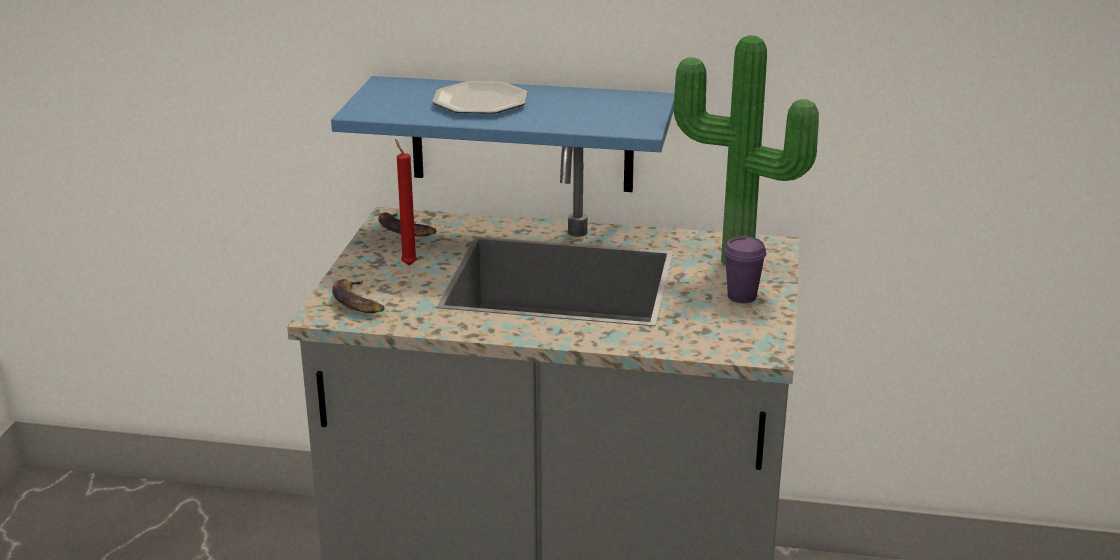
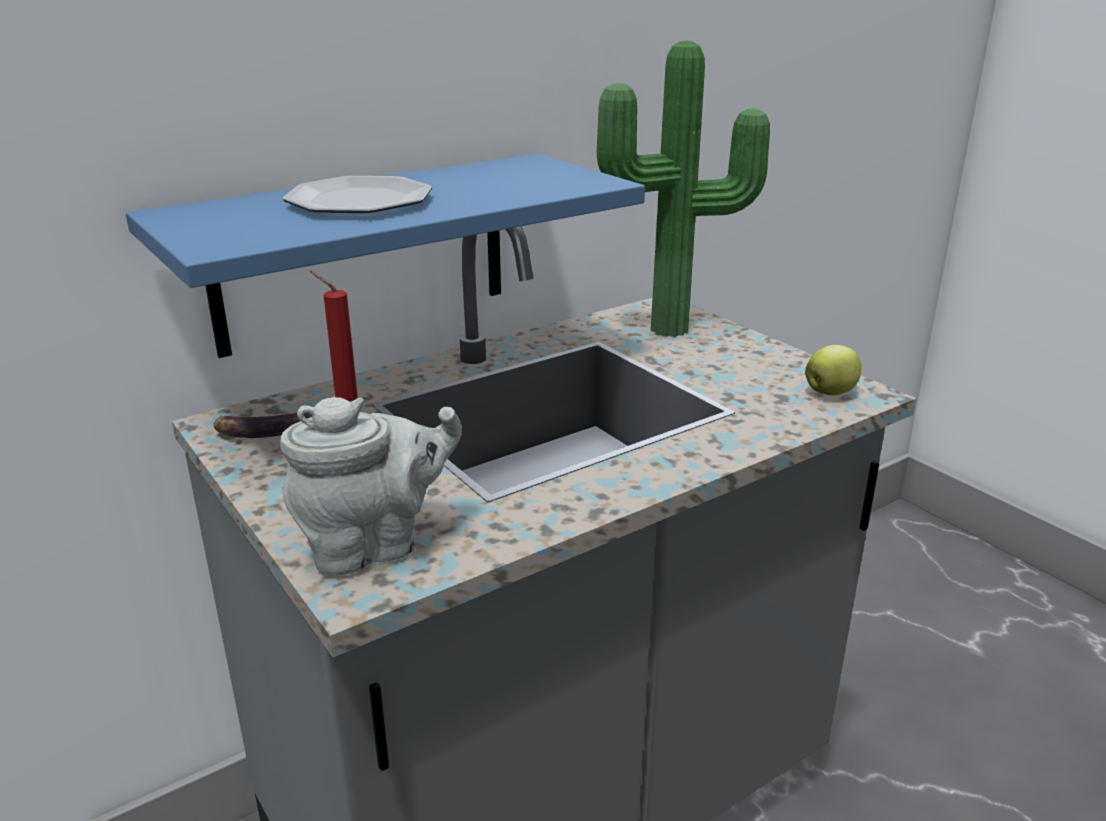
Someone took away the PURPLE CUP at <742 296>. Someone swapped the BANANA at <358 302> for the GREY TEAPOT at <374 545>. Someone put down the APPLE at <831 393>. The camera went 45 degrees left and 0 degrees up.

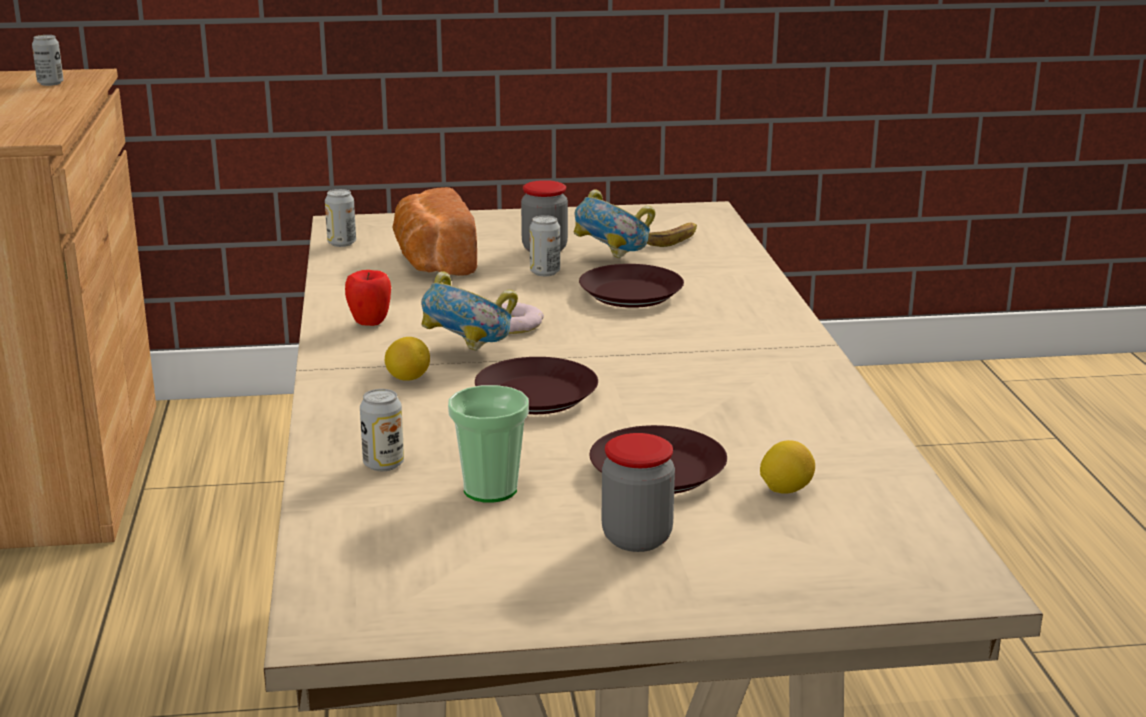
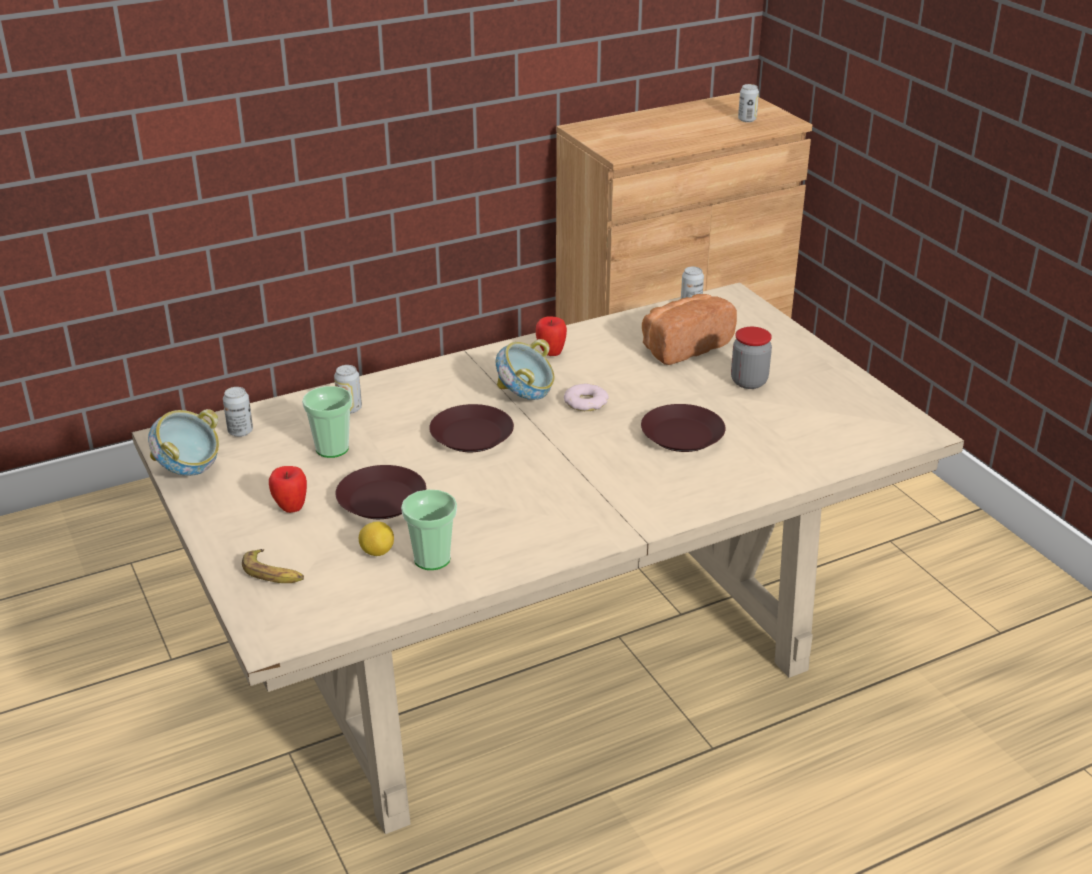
Someone carried the BOWL from <612 260> to <189 471>. Someone carried the CAN from <545 272> to <240 431>. Someone carried the BANANA from <671 239> to <273 573>. Someone took away the LEMON at <408 378>. Someone swapped the JAR at <637 538> for the APPLE at <291 508>. Someone put down the CUP at <432 559>. The camera went 70 degrees right and 10 degrees up.

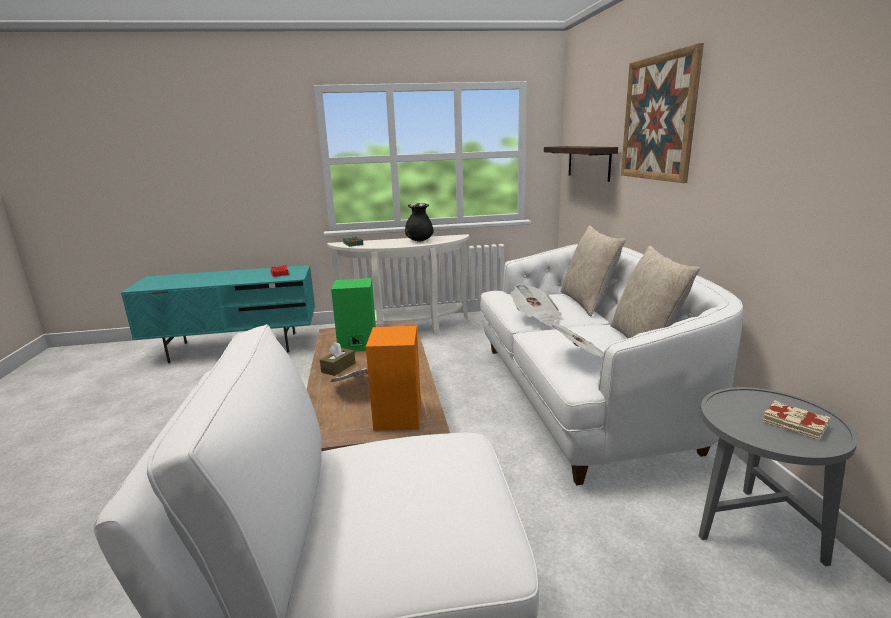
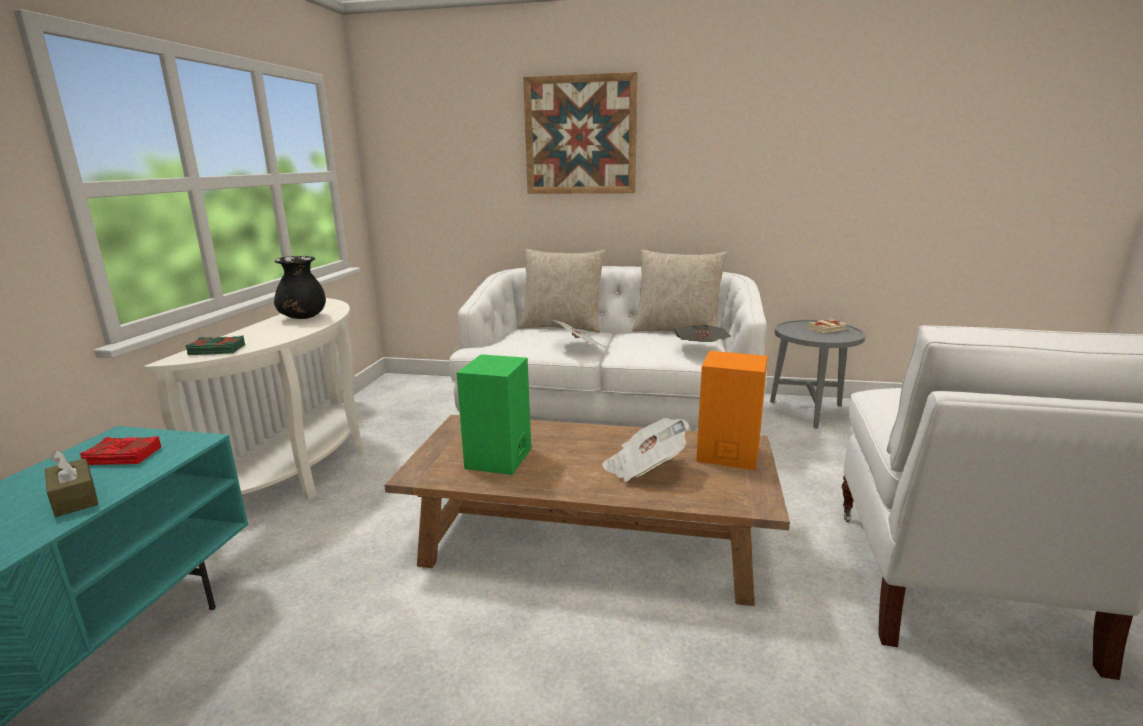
Someone took away the SHELF at <588 162>. Someone carried the BROWN TISSUE BOX from <338 368> to <75 498>. The camera went 70 degrees left and 0 degrees up.

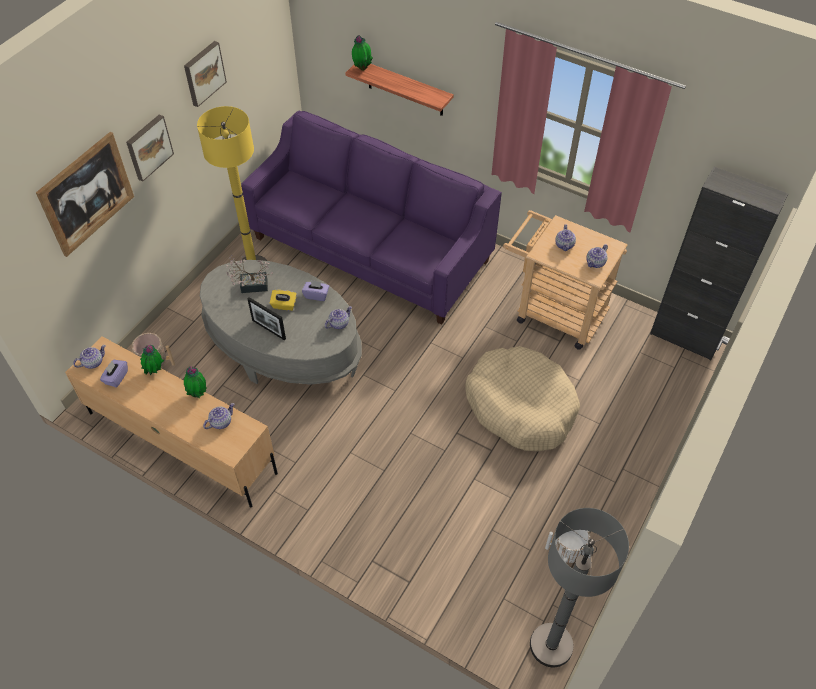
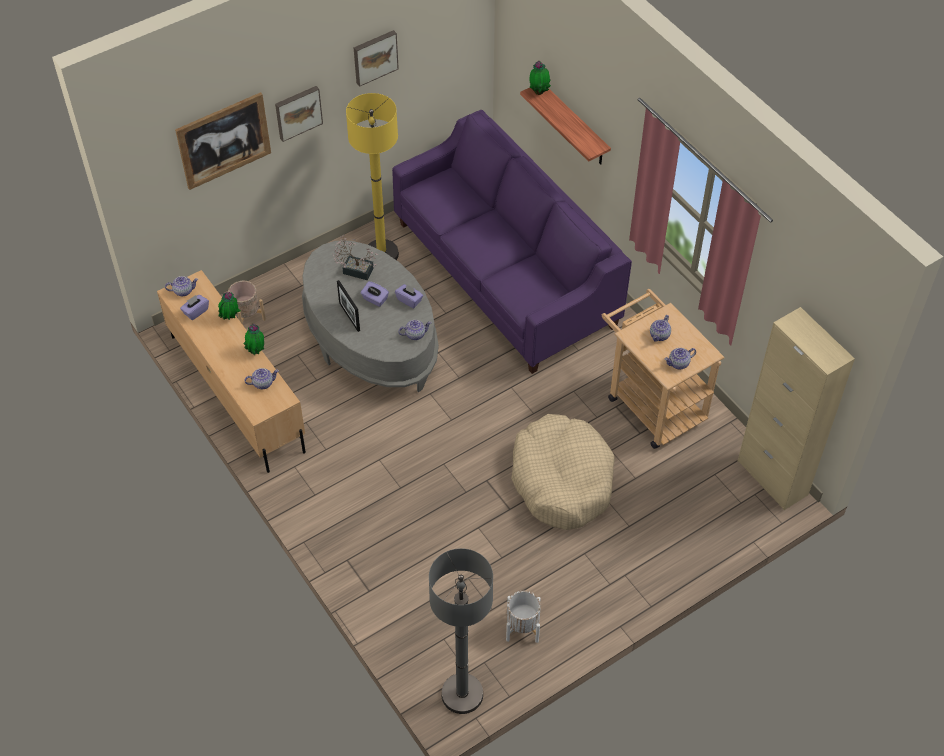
Someone repainted the BLACK CABINET at <685 337>, which became the BEIGE CABINET at <772 478>. Someone repainted the YELLOW TISSUE BOX at <284 305>, which became the PURPLE TISSUE BOX at <375 299>. The camera went 25 degrees right and 0 degrees up.

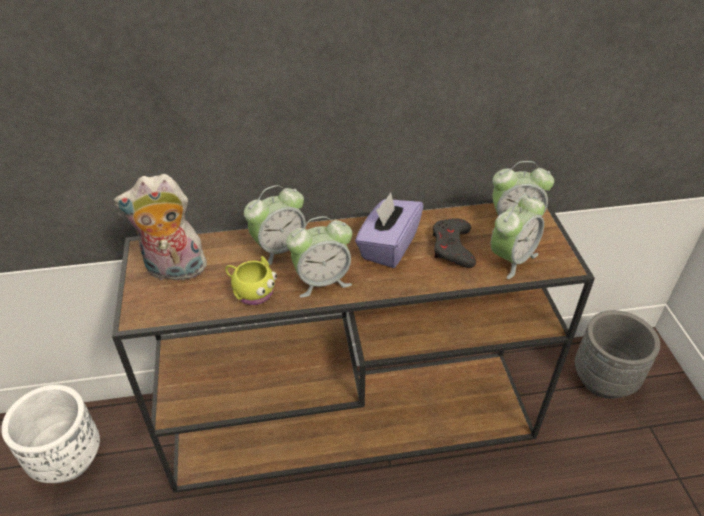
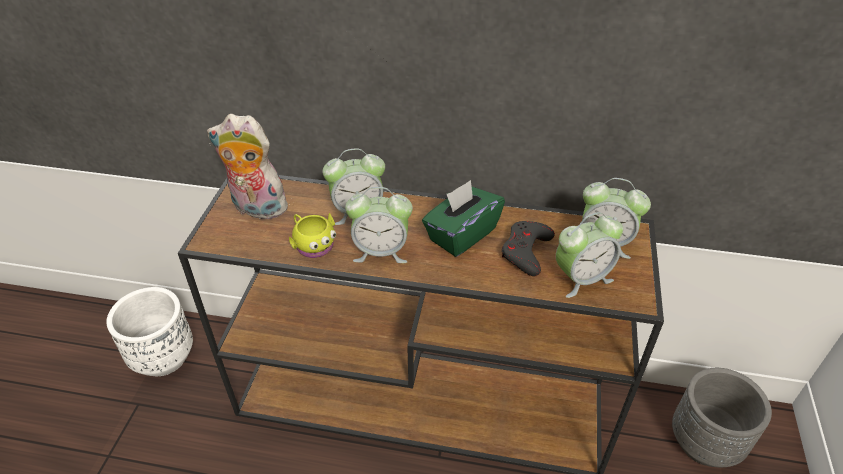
Someone repainted the PURPLE TISSUE BOX at <388 246>, which became the GREEN TISSUE BOX at <461 234>. The camera went 20 degrees right and 0 degrees up.

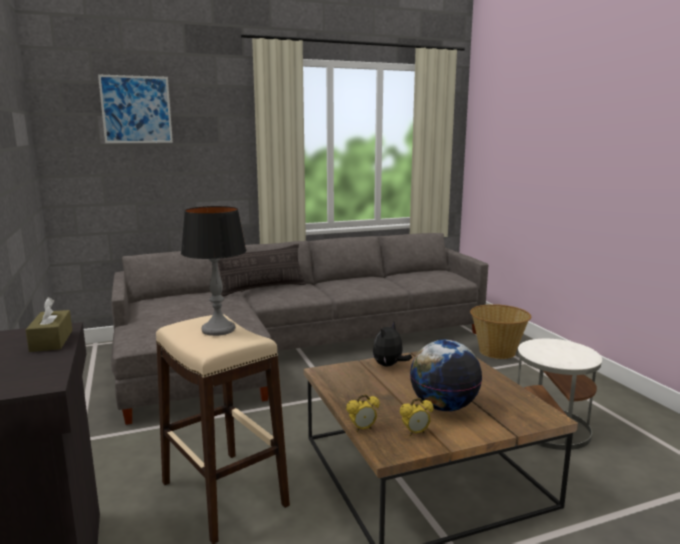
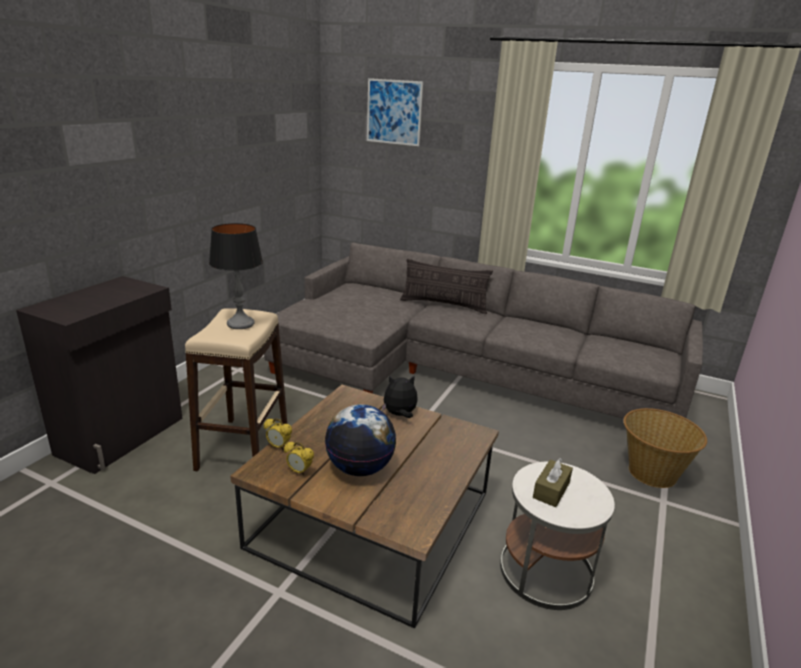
Someone carried the BROWN TISSUE BOX from <51 341> to <551 490>. The camera went 45 degrees right and 10 degrees up.

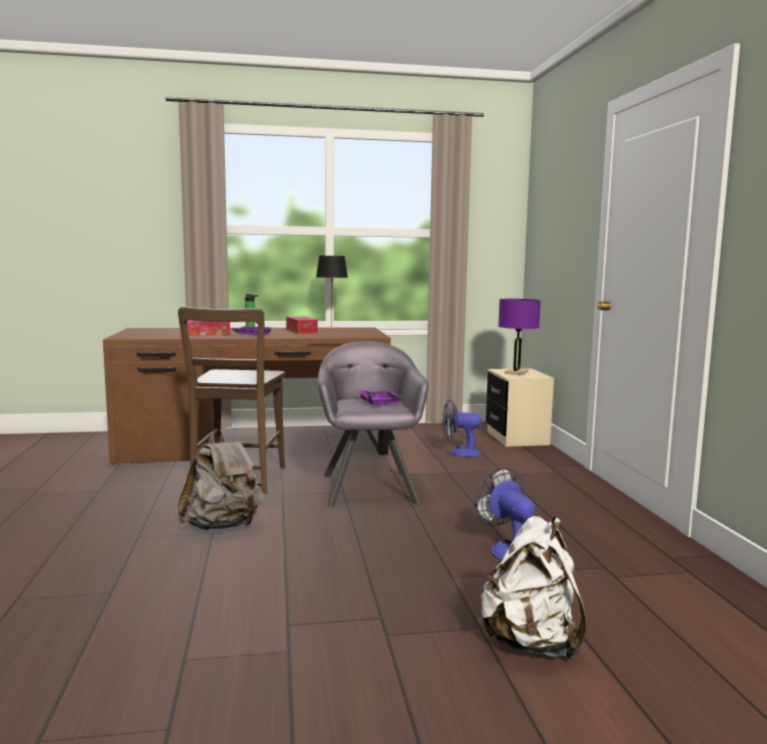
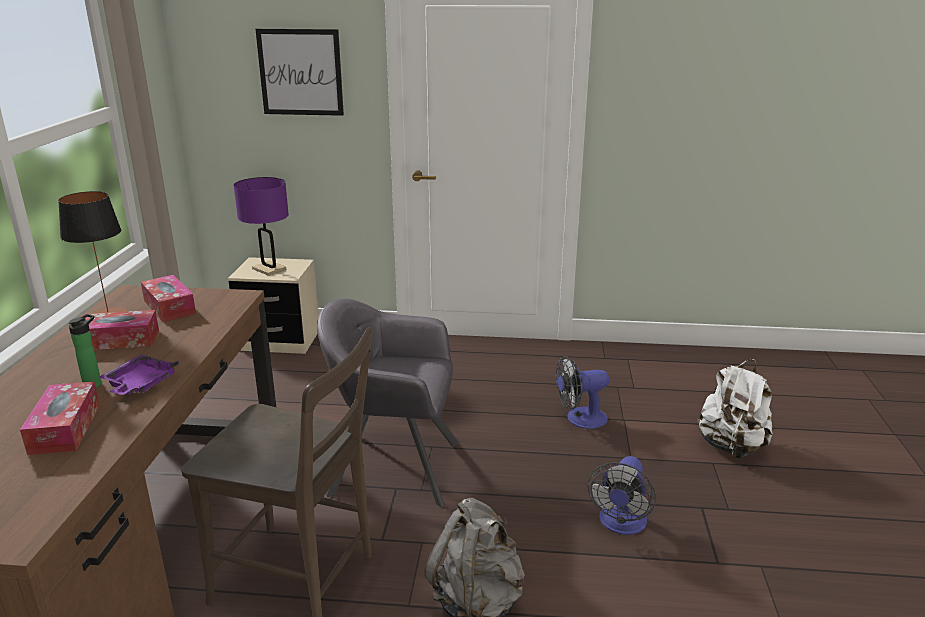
Someone took away the PURPLE TRAY at <378 403>. Someone carried the FAN from <459 452> to <621 524>. Someone put up the PICTURE at <300 72>. Someone put down the TISSUE BOX at <169 307>. The camera went 75 degrees left and 15 degrees up.

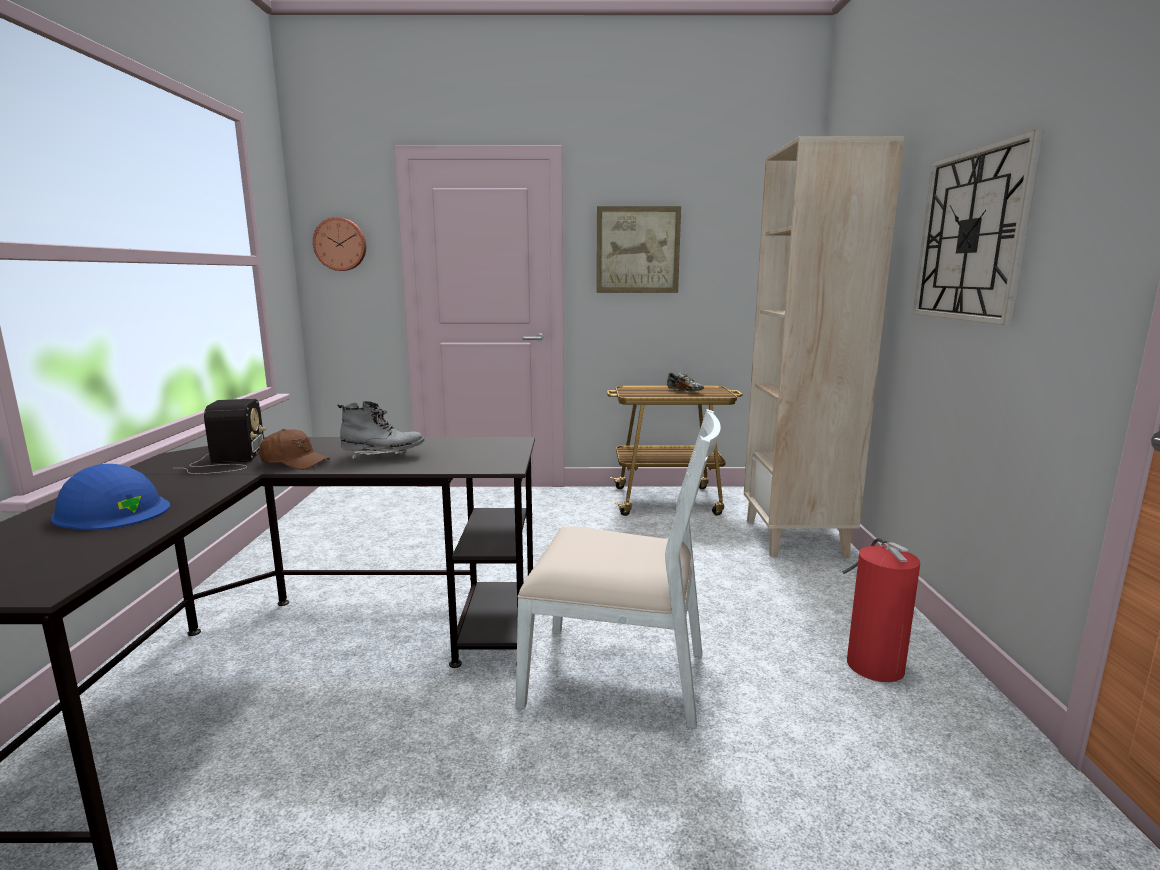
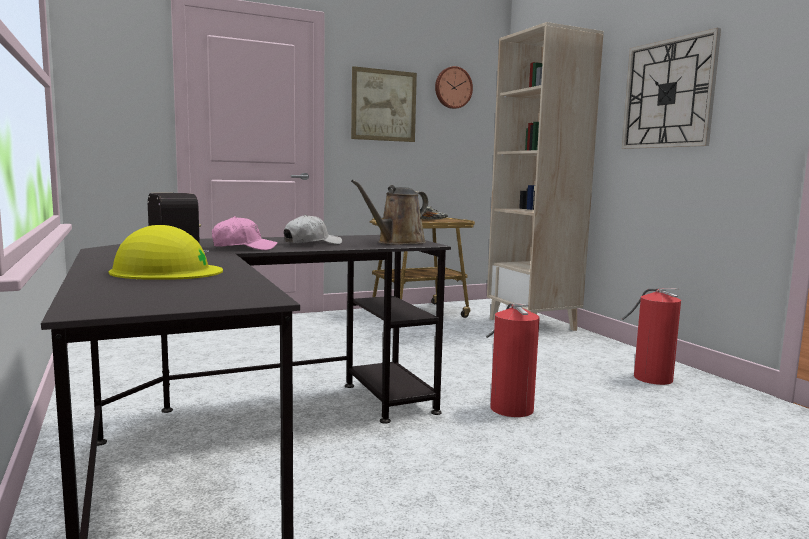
Someone carried the WALL CLOCK from <340 244> to <452 88>. Someone swapped the GREY BOOT at <383 456> for the WHITE CAP at <312 243>. Someone swapped the WHITE CHAIR at <617 676> for the FIRE EXTINGUISHER at <511 407>. Someone repainted the BROWN CAP at <294 462>, which became the PINK CAP at <244 247>. Someone repainted the BLUE HARD HAT at <112 511>, which became the YELLOW HARD HAT at <166 271>. Someone put down the BROWN WATERING CAN at <398 242>. The camera went 25 degrees left and 5 degrees down.

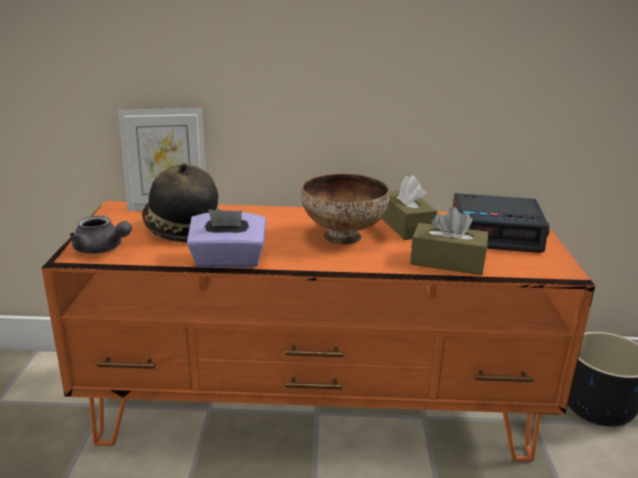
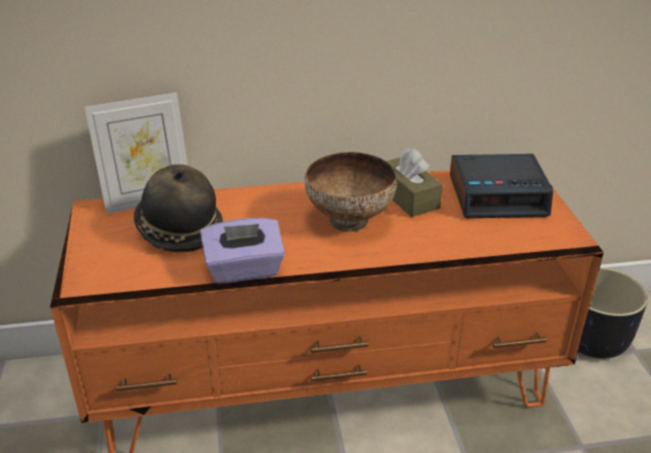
Someone took away the BROWN TISSUE BOX at <447 262>. Someone took away the GREY TEAPOT at <102 249>. The camera went 10 degrees left and 10 degrees up.

